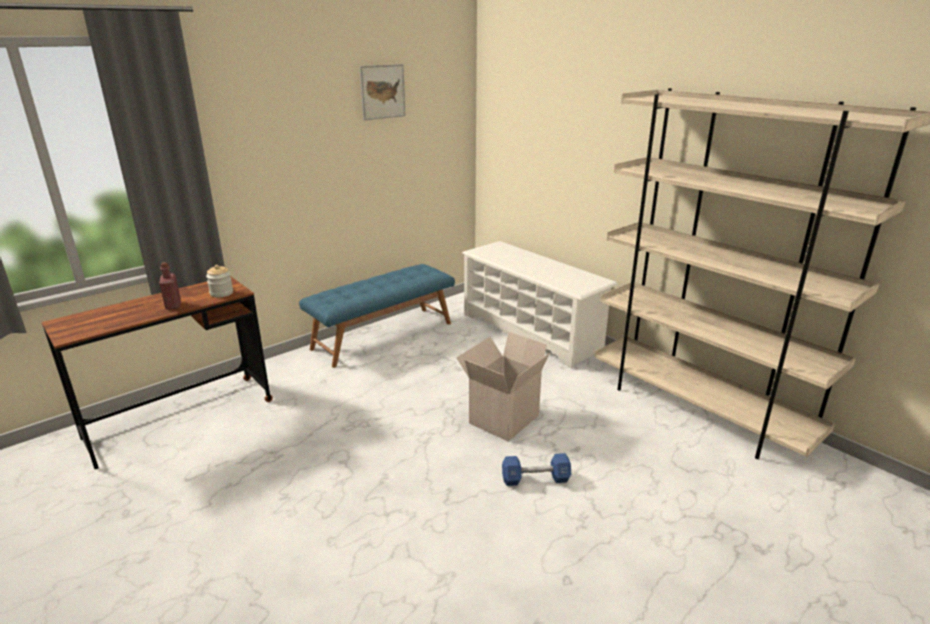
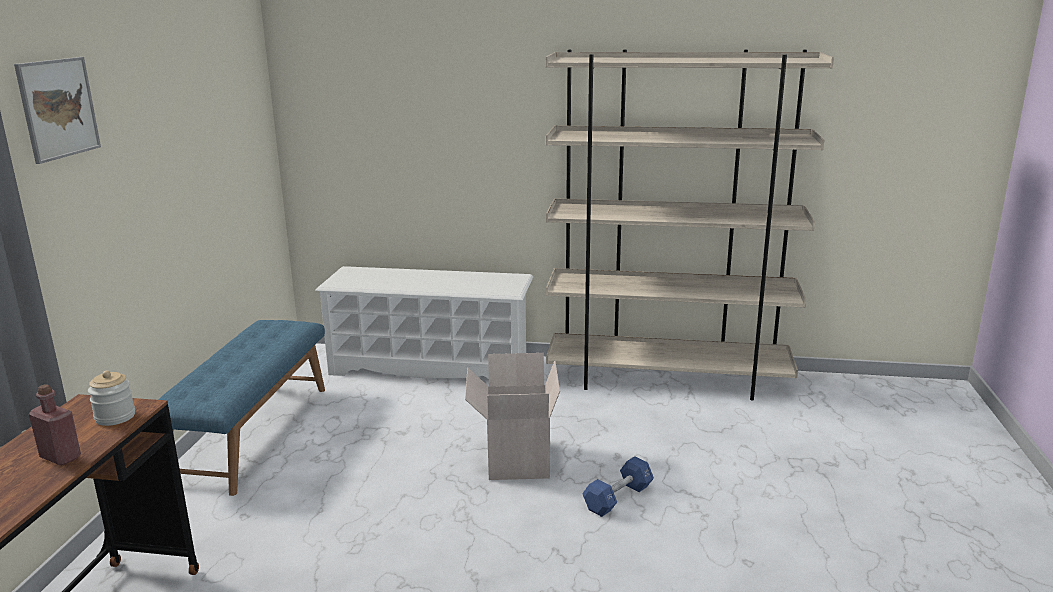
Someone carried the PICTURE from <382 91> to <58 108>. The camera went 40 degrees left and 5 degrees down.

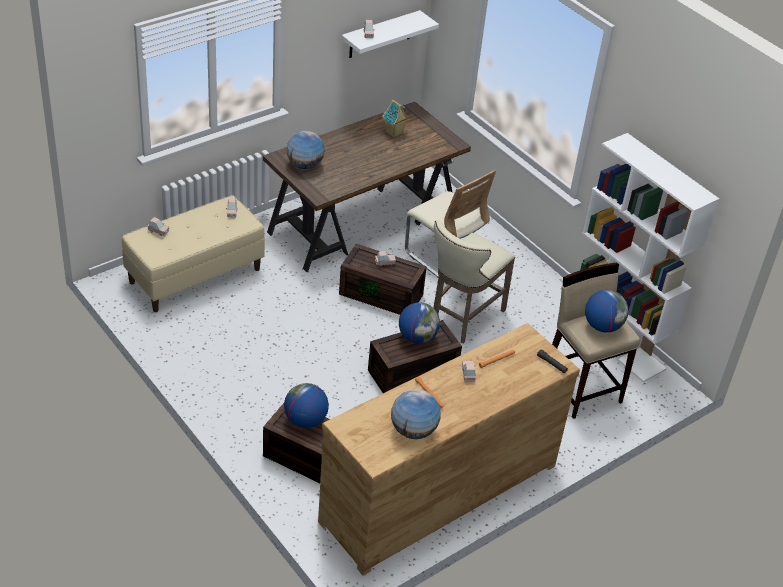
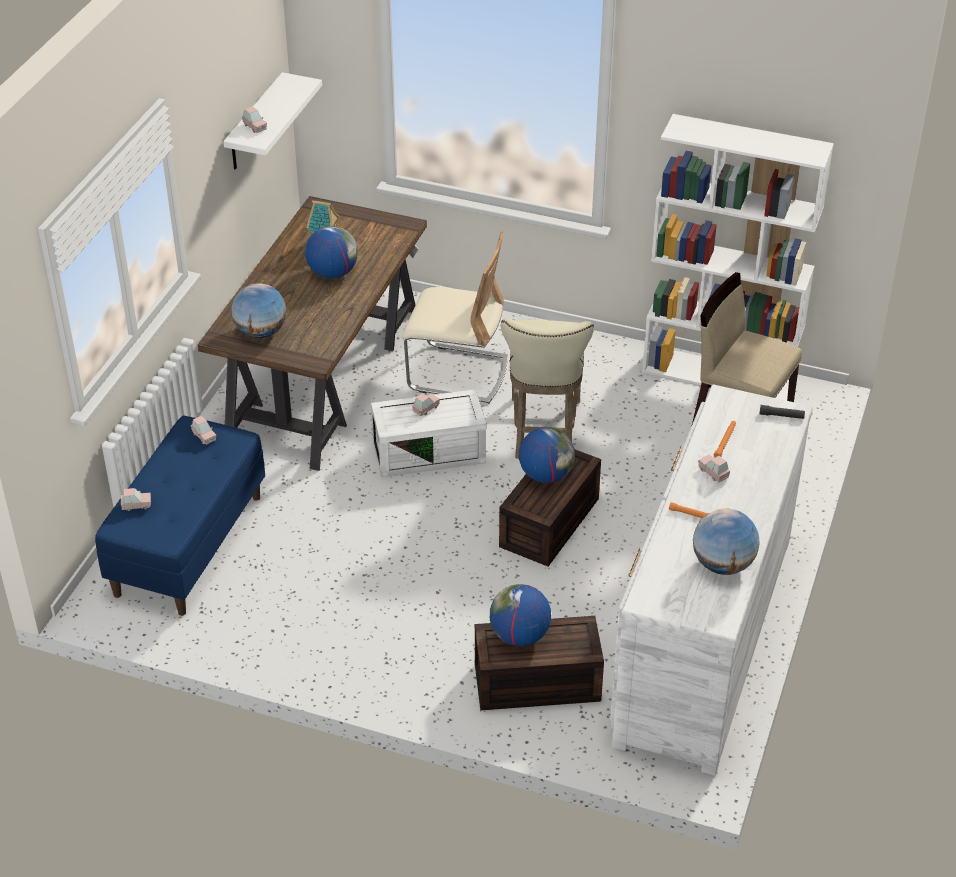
Someone repainted the BEIGE BENCH at <195 275>, which became the BLUE BENCH at <188 544>. Someone repainted the BROWN STORAGE BOX at <382 294>, which became the WHITE STORAGE BOX at <430 451>. Someone carried the GLOBE from <602 326> to <332 273>. Someone repainted the BROWN DRESSER at <438 492>, which became the WHITE DRESSER at <702 638>. The camera went 30 degrees left and 0 degrees up.

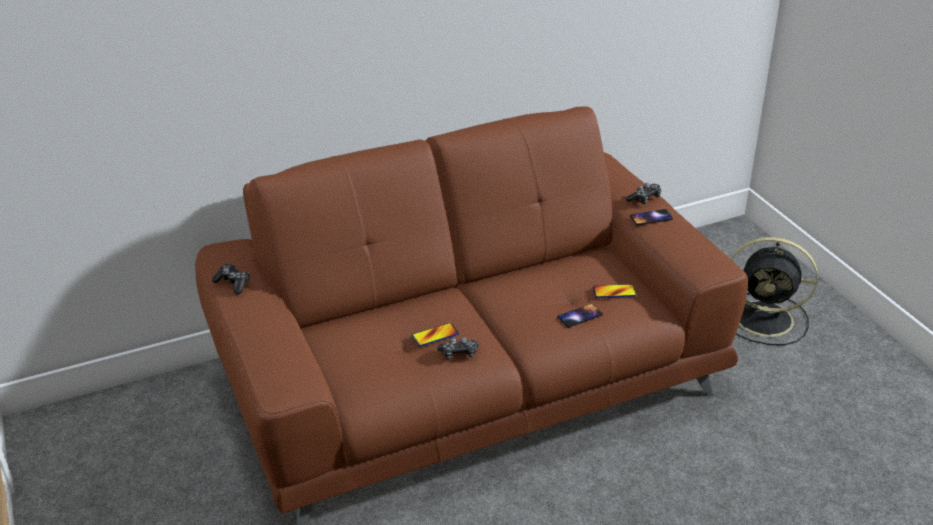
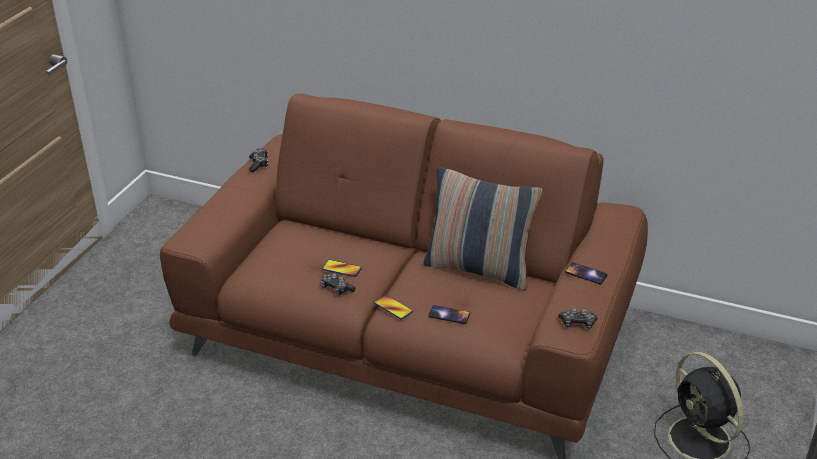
Someone carried the GAME CONTROLLER from <644 199> to <577 323>. Someone carried the PHONE from <614 292> to <393 307>. Someone put down the PILLOW at <479 269>. The camera went 45 degrees right and 0 degrees up.

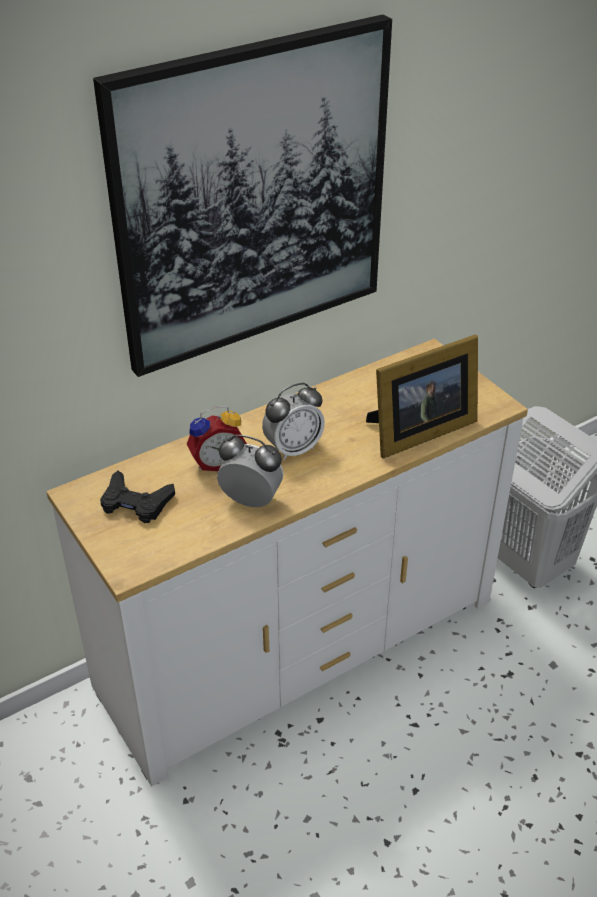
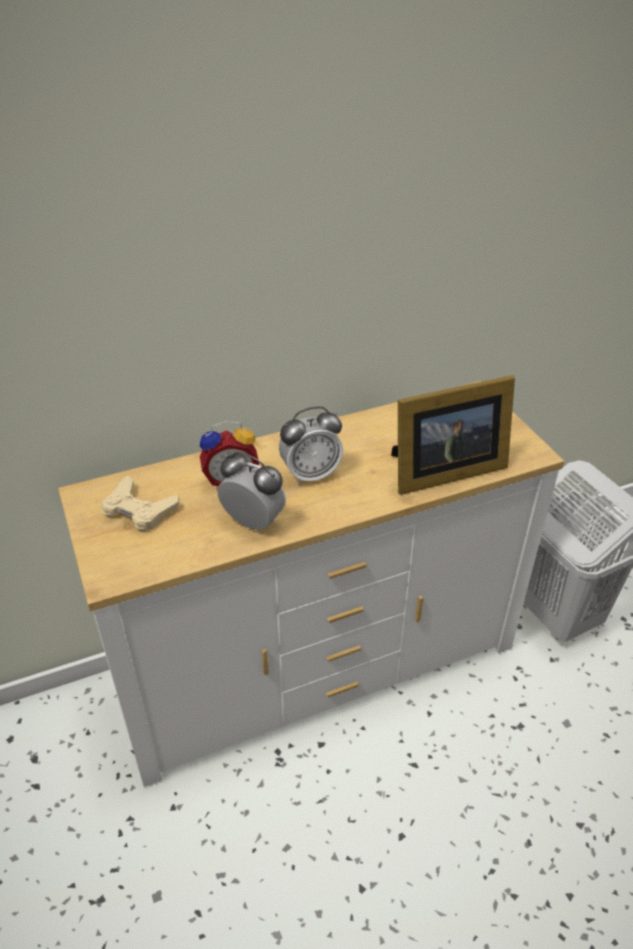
Someone took away the PICTURE at <252 198>. Someone repainted the BLACK GAME CONTROLLER at <136 503>, which became the BEIGE GAME CONTROLLER at <139 510>. The camera went 10 degrees right and 0 degrees up.

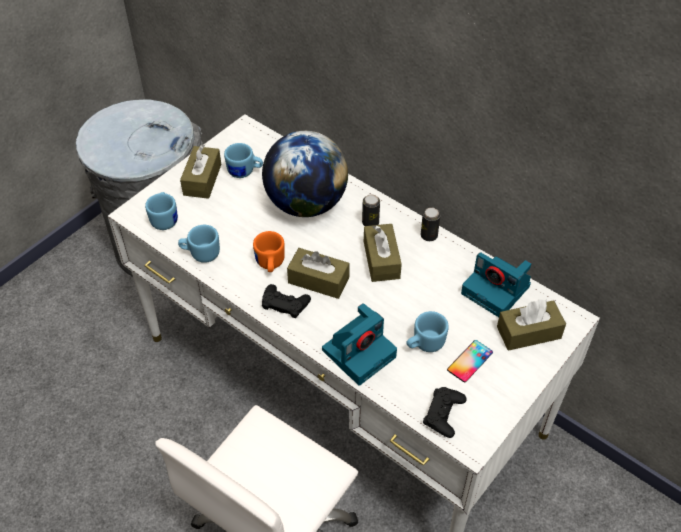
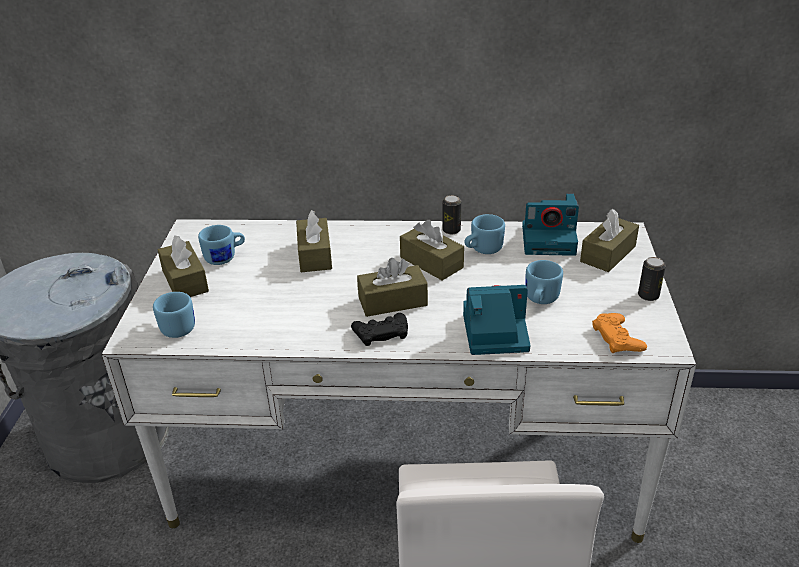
Someone swapped the GLOBE at <306 204> for the BROWN TISSUE BOX at <315 255>. Someone carried the CAN from <370 222> to <648 295>. Someone carried the BLUE MUG from <201 253> to <482 250>. Someone took away the ORANGE MUG at <269 264>. Someone rotated the PHOTO CAMERA at <359 352> by 105 degrees counterclockwise. Someone took away the PHONE at <470 361>. Someone repainted the BLACK GAME CONTROLLER at <444 414>, which became the ORANGE GAME CONTROLLER at <617 338>. The camera went 35 degrees left and 15 degrees down.

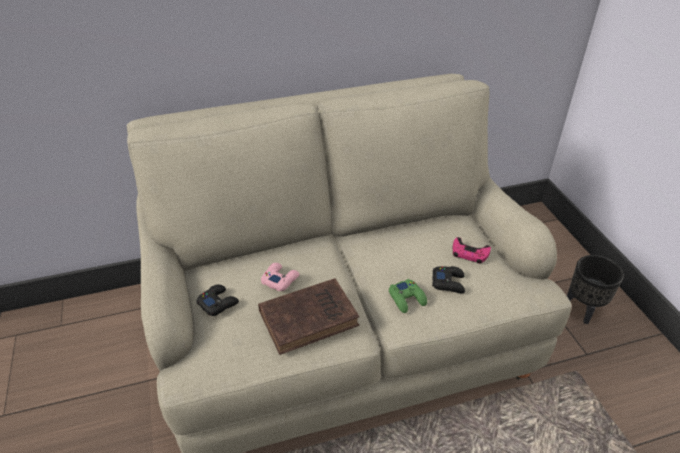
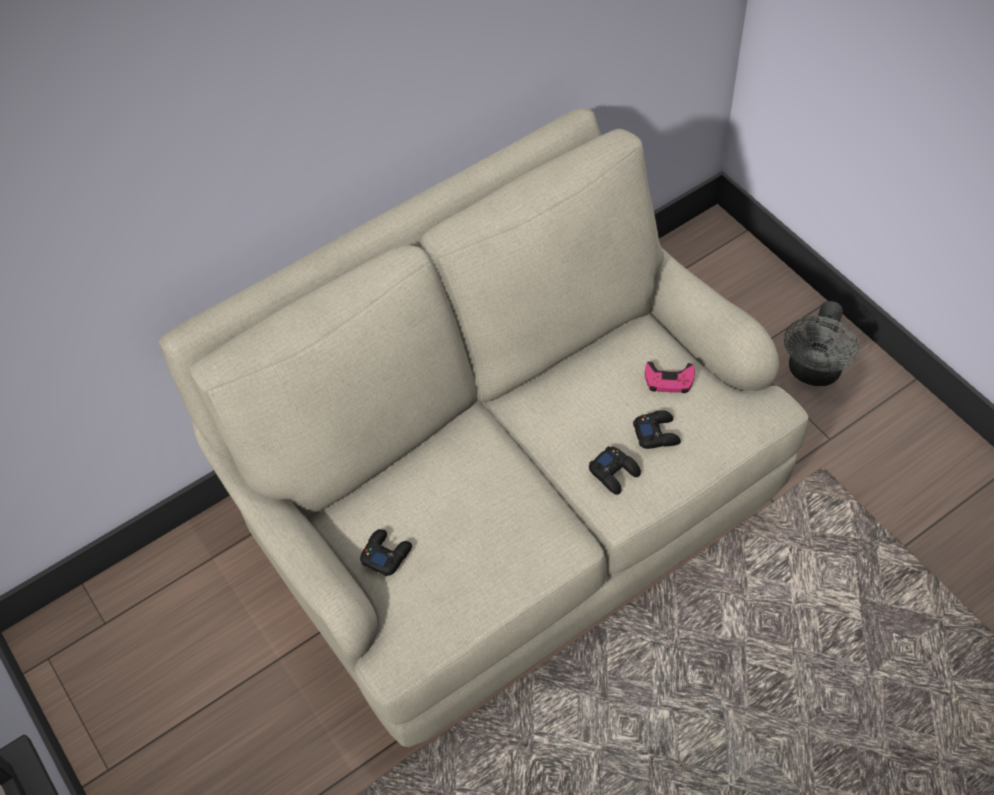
Someone swapped the BLACK PLANTER at <584 309> for the GREY FAN at <813 373>. Someone took away the PINK GAME CONTROLLER at <280 279>. Someone took away the BROWN BOOK at <311 318>. Someone repainted the GREEN GAME CONTROLLER at <407 299>, which became the BLACK GAME CONTROLLER at <614 473>. The camera went 15 degrees left and 15 degrees up.

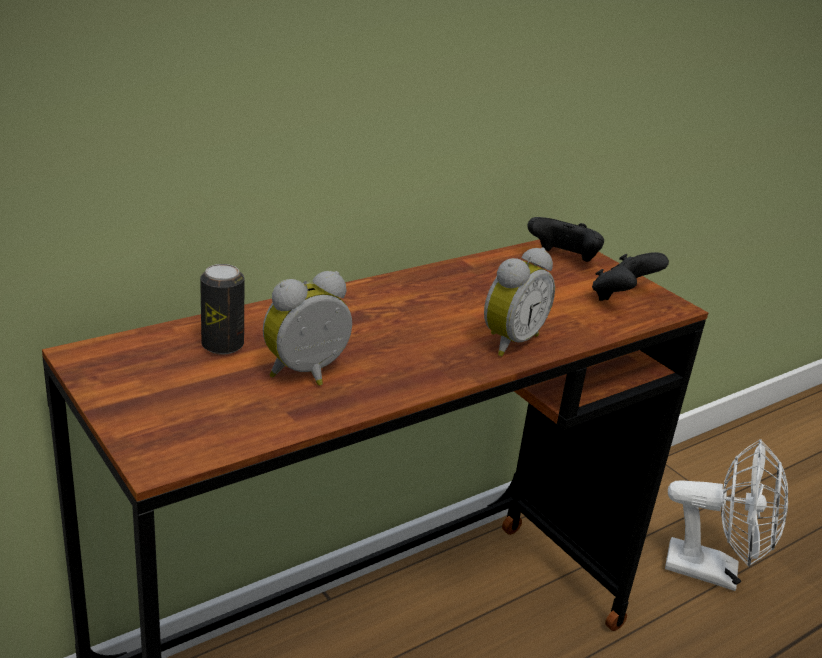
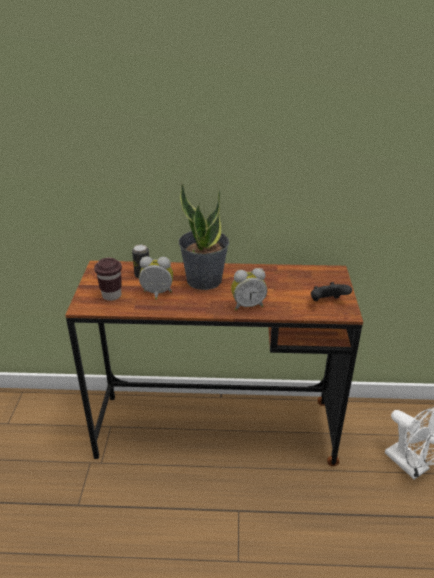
Someone took away the BLACK GAME CONTROLLER at <563 260>. Someone put down the POTTED PLANT at <204 279>. Someone put down the BROWN CUP at <111 295>. The camera went 40 degrees right and 5 degrees up.

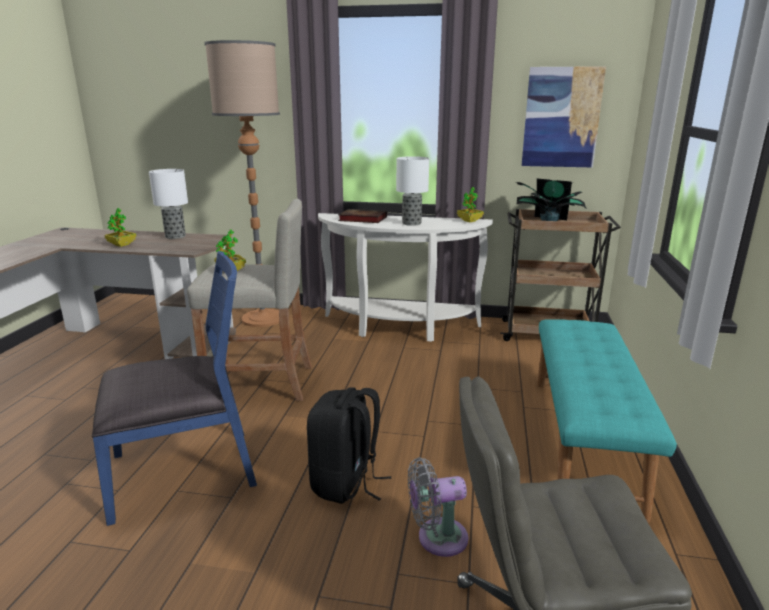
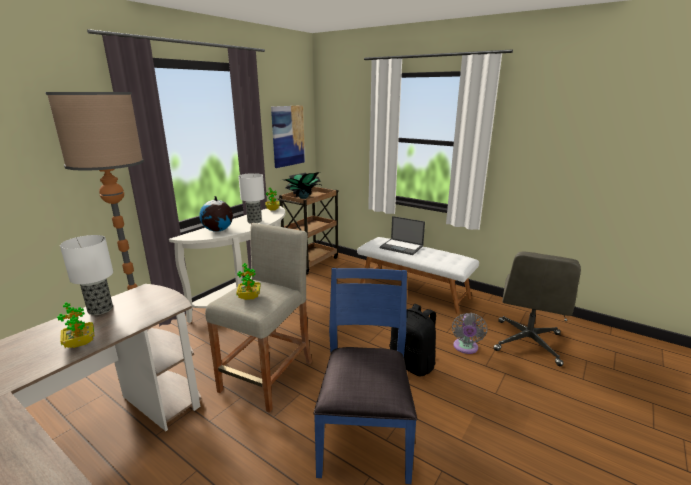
Someone swapped the BOOK at <361 219> for the GLOBE at <218 230>. Someone repainted the TURQUOISE BENCH at <584 440>, which became the WHITE BENCH at <413 290>. Someone put down the LAPTOP at <402 247>. The camera went 65 degrees left and 0 degrees up.

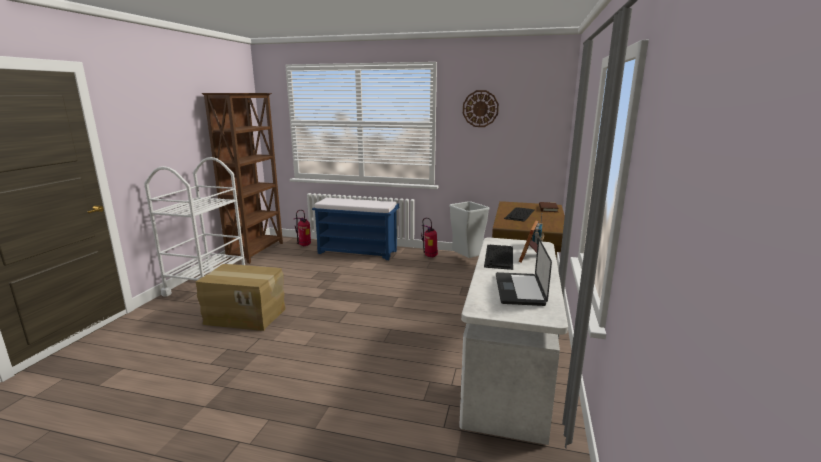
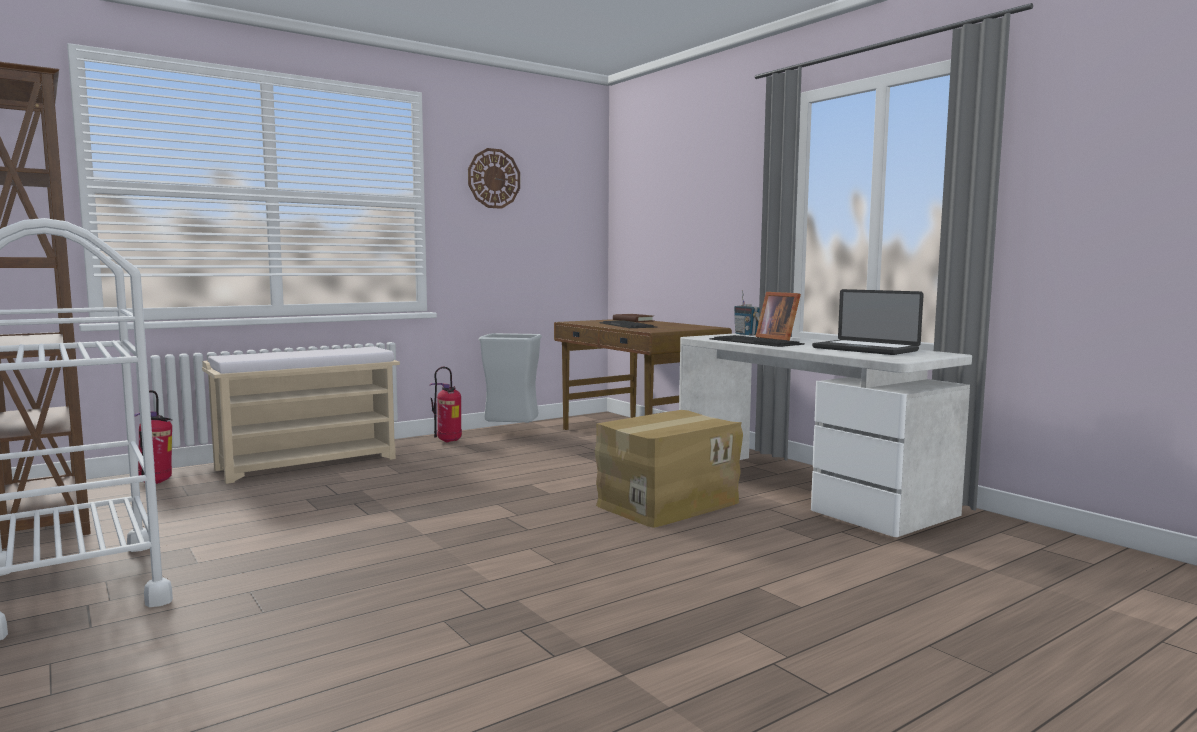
Someone repainted the BLUE BENCH at <358 252>, which became the BEIGE BENCH at <309 463>. Someone carried the CARDBOARD BOX from <246 315> to <667 504>. The camera went 50 degrees left and 10 degrees down.

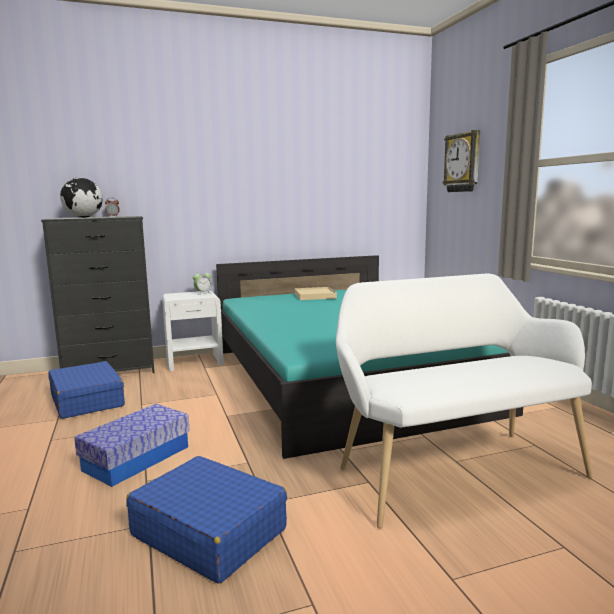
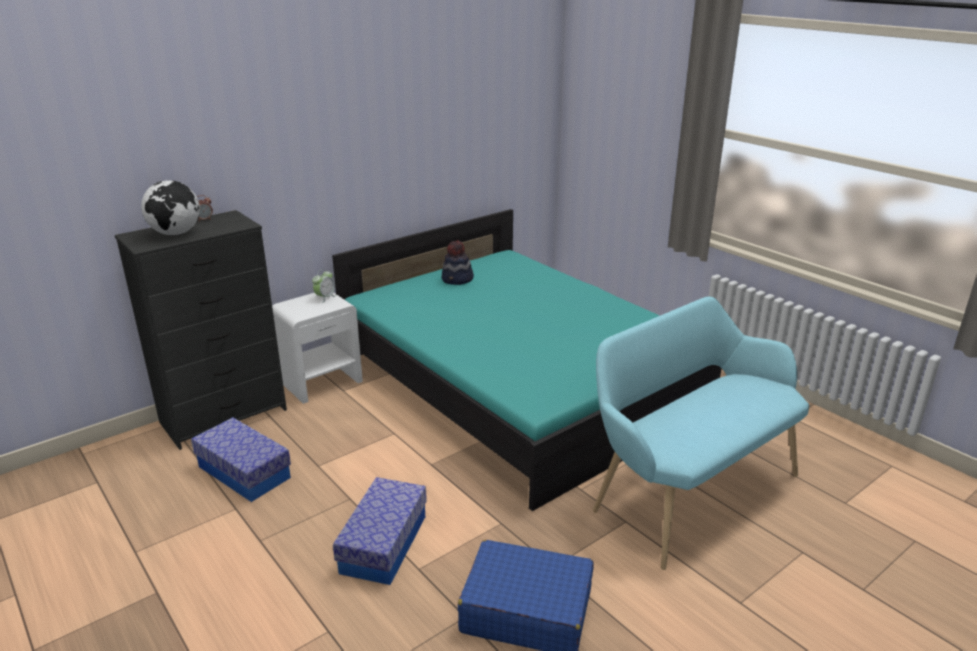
Someone took away the WALL CLOCK at <463 162>. Someone repainted the WHITE BENCH at <453 469>, which became the TURQUOISE BENCH at <687 490>. Someone swapped the BEIGE TRAY at <315 296> for the HAT at <457 280>. Someone swapped the BLUE SUITCASE at <87 400> for the STORAGE BOX at <244 472>. The camera went 20 degrees left and 15 degrees up.

